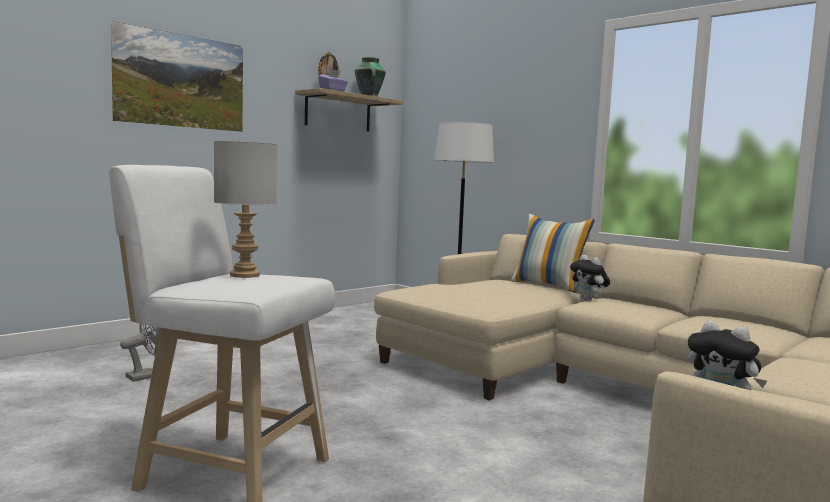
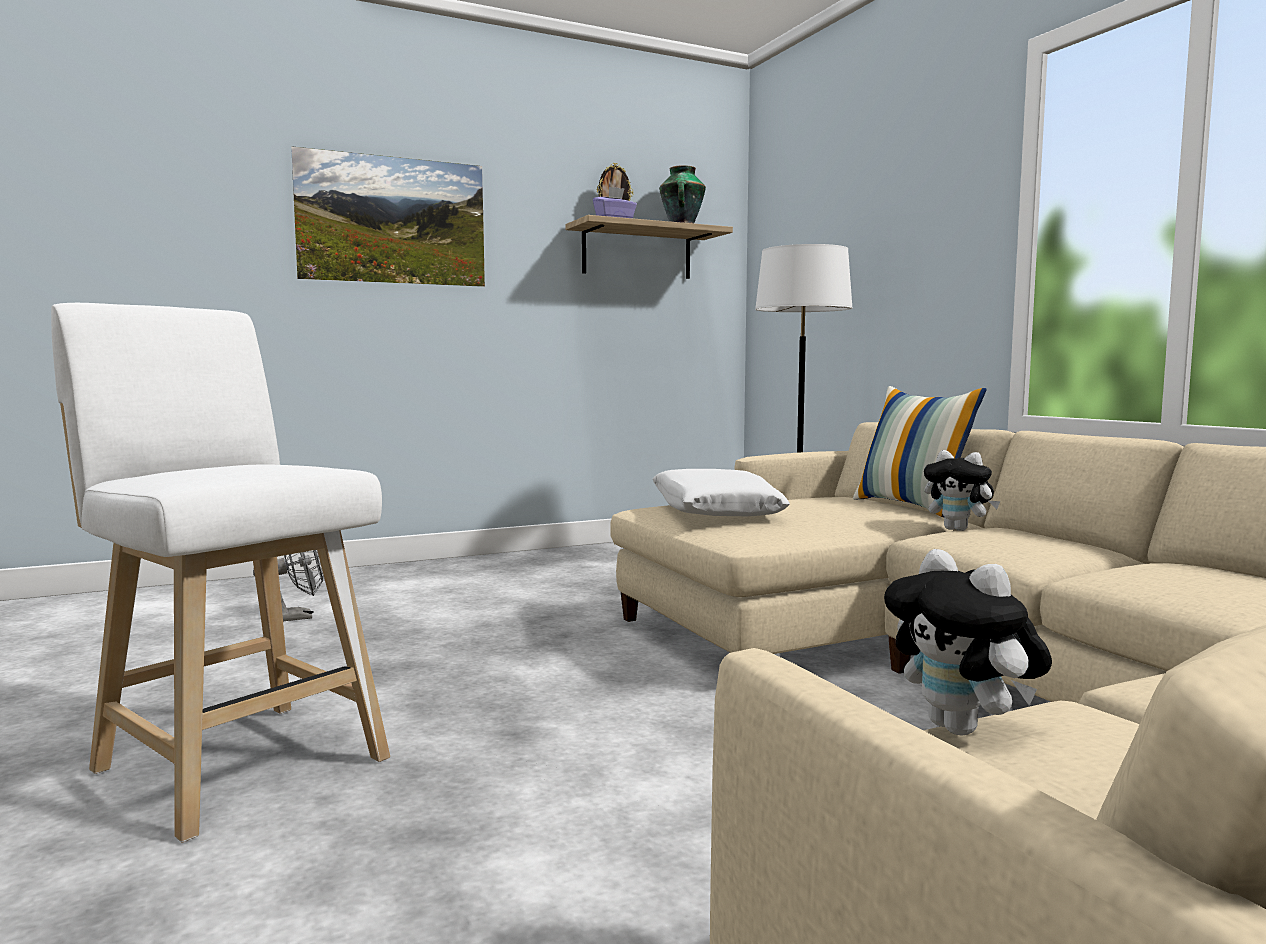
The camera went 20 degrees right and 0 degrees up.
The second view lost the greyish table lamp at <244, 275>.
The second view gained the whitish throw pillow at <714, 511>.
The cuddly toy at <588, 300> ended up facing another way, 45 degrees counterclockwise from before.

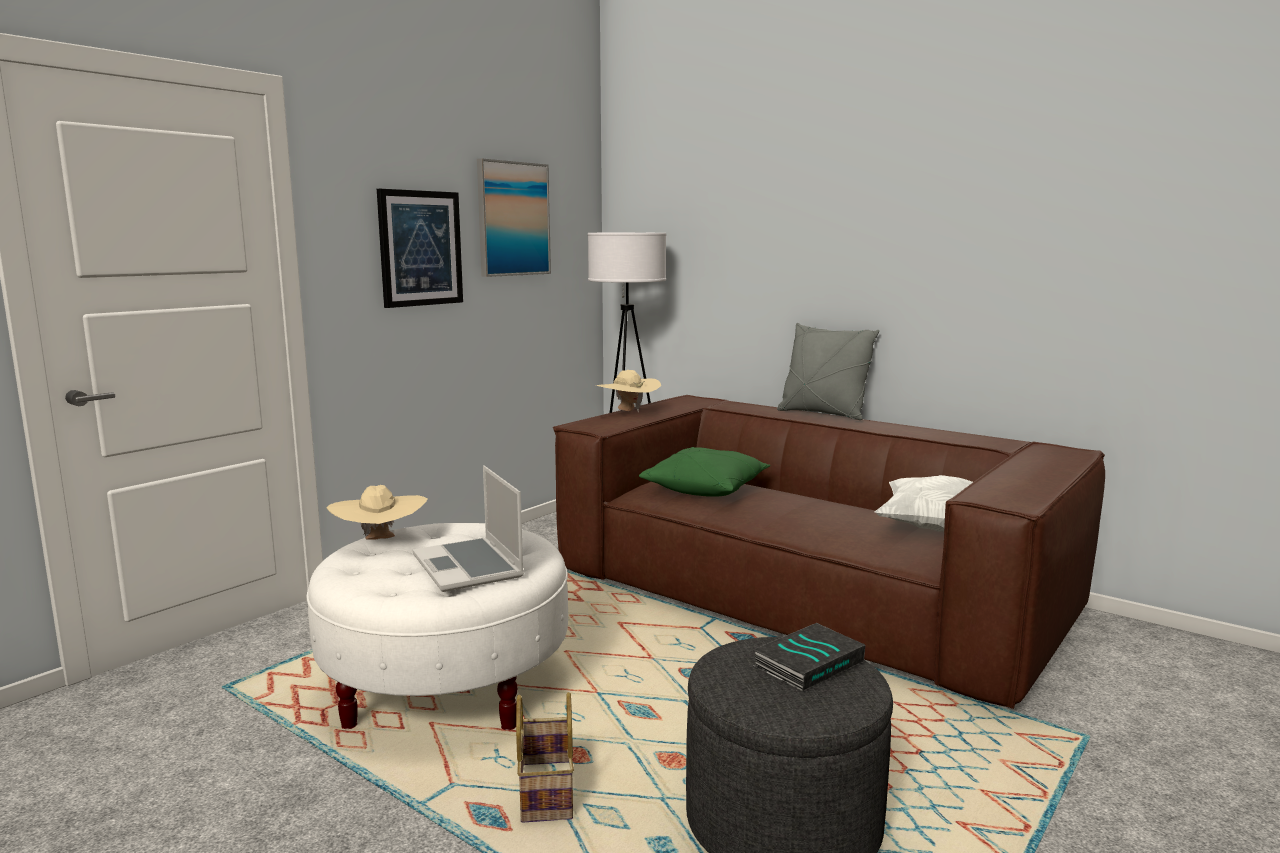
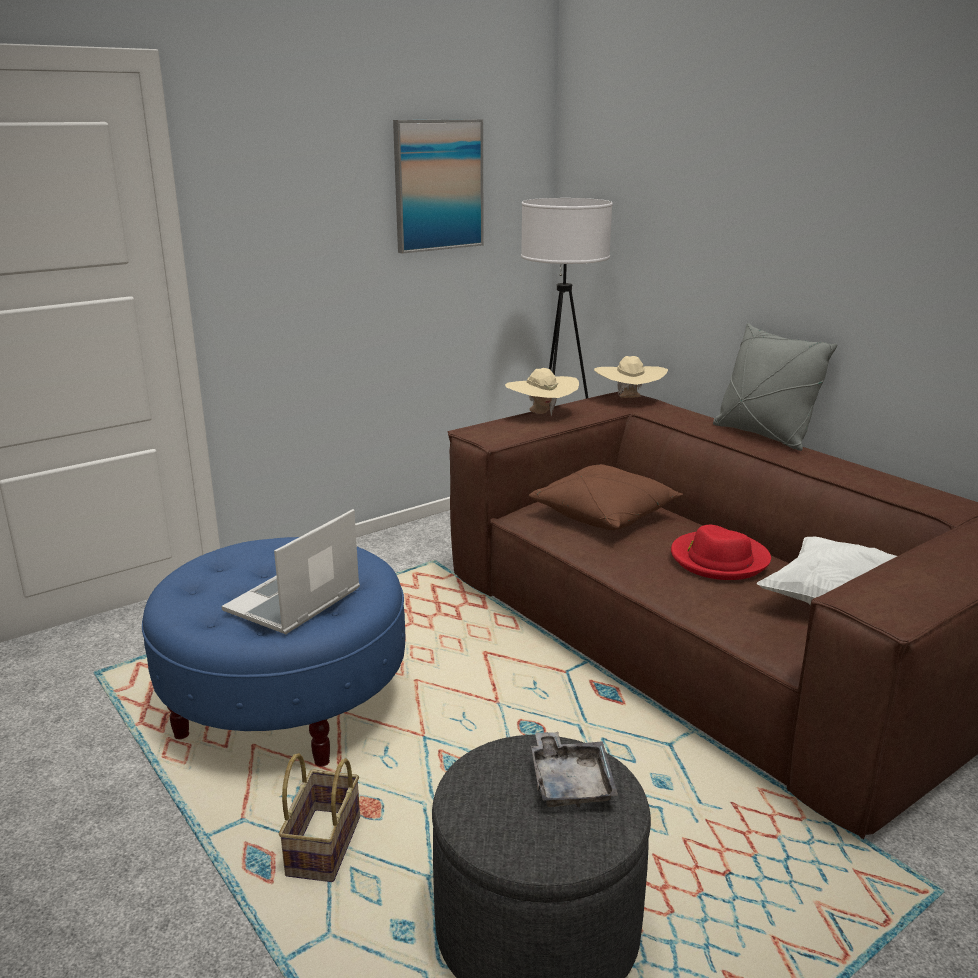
The camera went 15 degrees right and 10 degrees up.
The second view lost the picture at <420, 248>.
The second view gained the reddish clothing hat at <719, 559>.
The beige-coloured clothing hat ended up elsewhere, having gone from <380, 541> to <629, 399>.
Where the book stood at <808, 663>, the greyish carrying tray came to stand at <570, 782>.
What was the whitish footrest at <447, 686> turned into the blue-coloured footrest at <286, 704>.
What was the green throw pillow at <706, 489> turned into the brown-coloured throw pillow at <605, 514>.
The portable computer at <469, 567> ended up facing another way, 45 degrees clockwise from before.

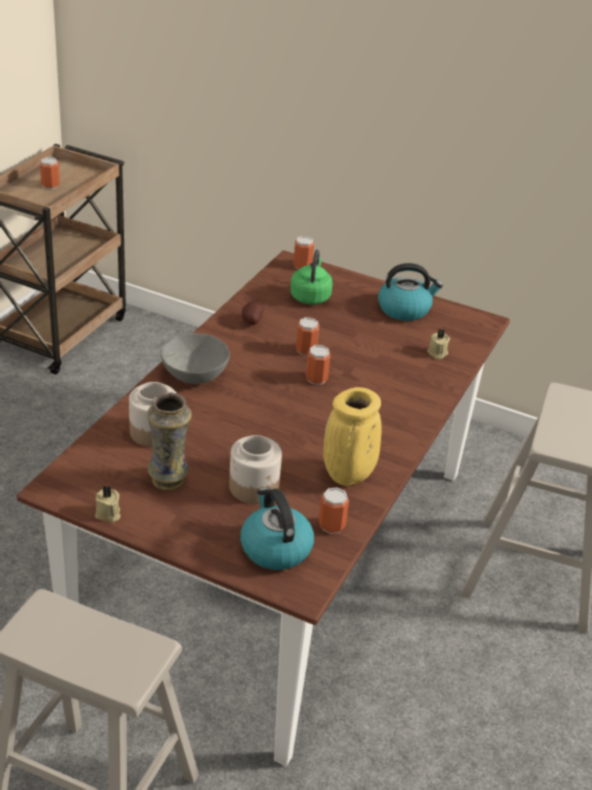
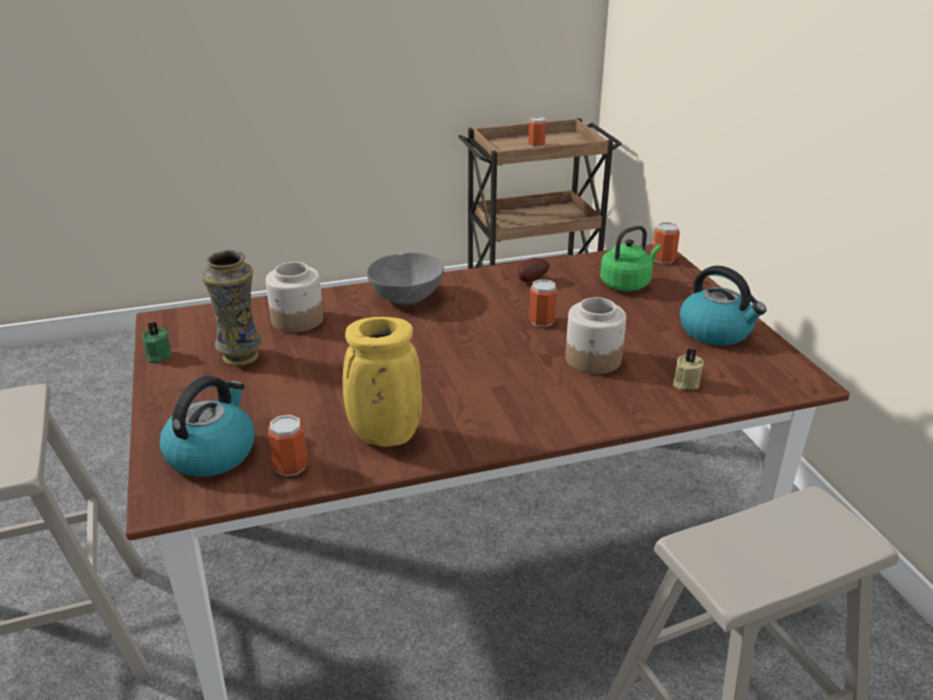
The camera went 50 degrees right and 5 degrees down.
The second view lost the sealed can at <316, 378>.
The jar ended up elsewhere, having gone from <254, 487> to <593, 360>.
What was the beige-coloured wax light at <108, 514> turned into the green wax light at <157, 356>.

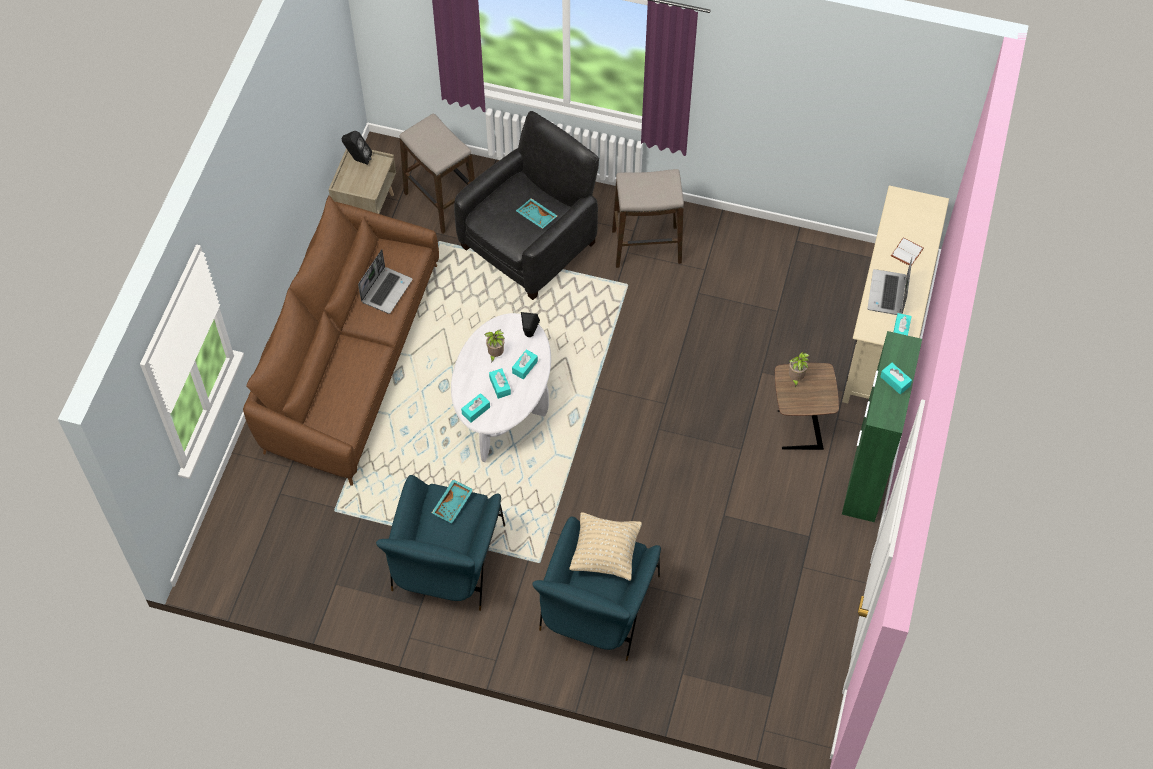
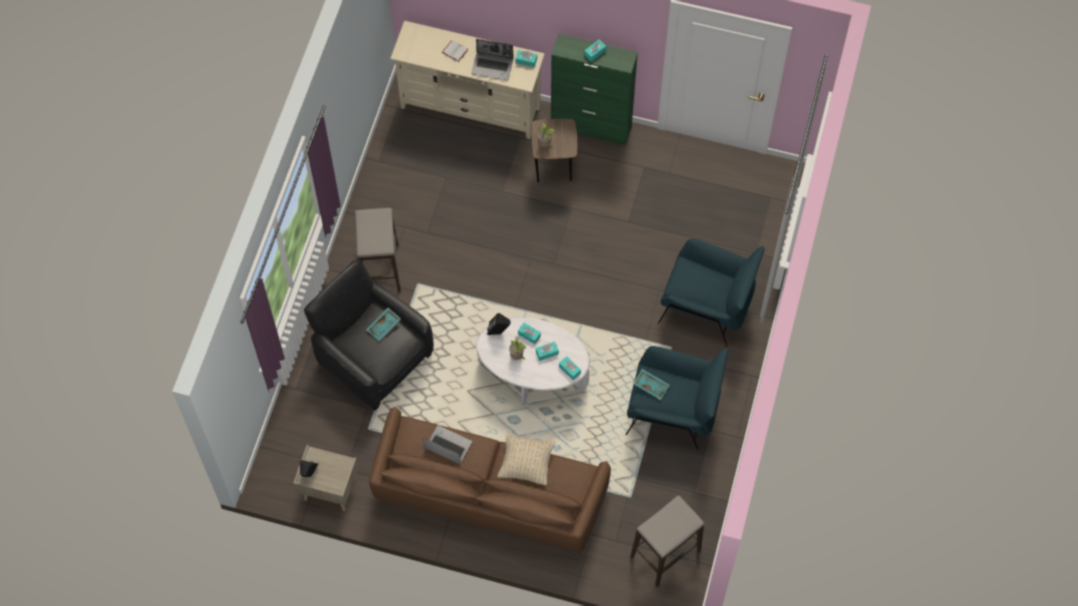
The camera went 90 degrees left and 5 degrees up.
The stool ended up elsewhere, having gone from <441, 202> to <665, 554>.
The beige-coloured throw pillow ended up elsewhere, having gone from <605, 553> to <526, 464>.

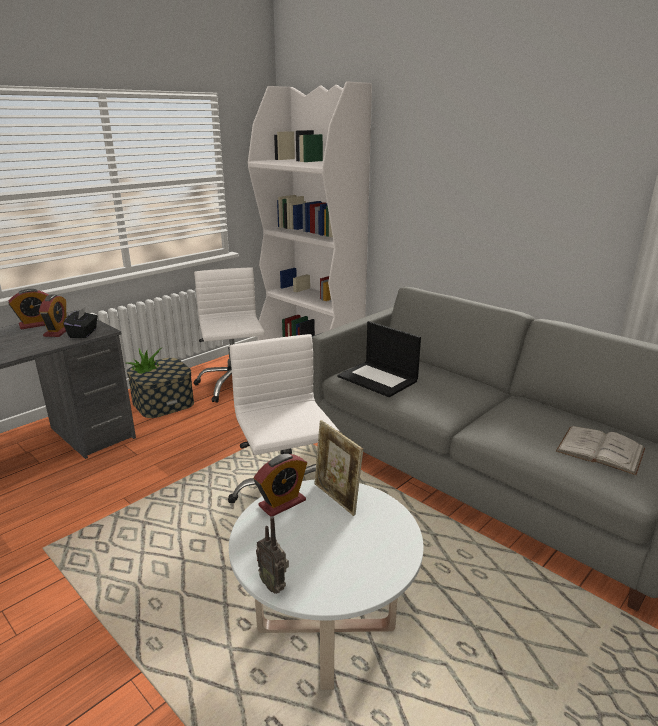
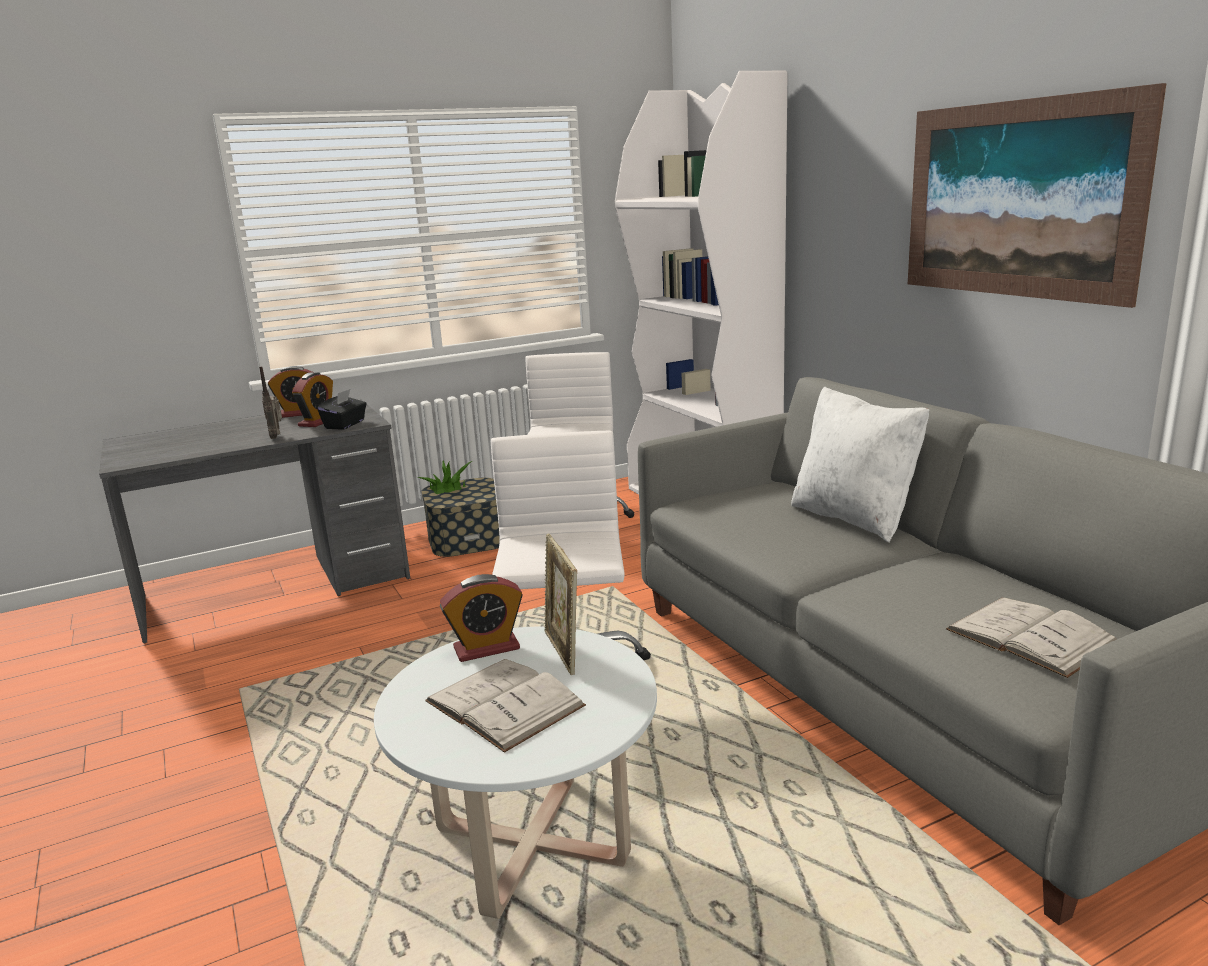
The camera went 20 degrees right and 5 degrees down.
The second view lost the portable computer at <378, 379>.
The second view gained the whitish book at <504, 703>.
The second view gained the whitish throw pillow at <854, 518>.
The second view gained the picture at <1017, 199>.
The radio set ended up elsewhere, having gone from <274, 585> to <277, 437>.

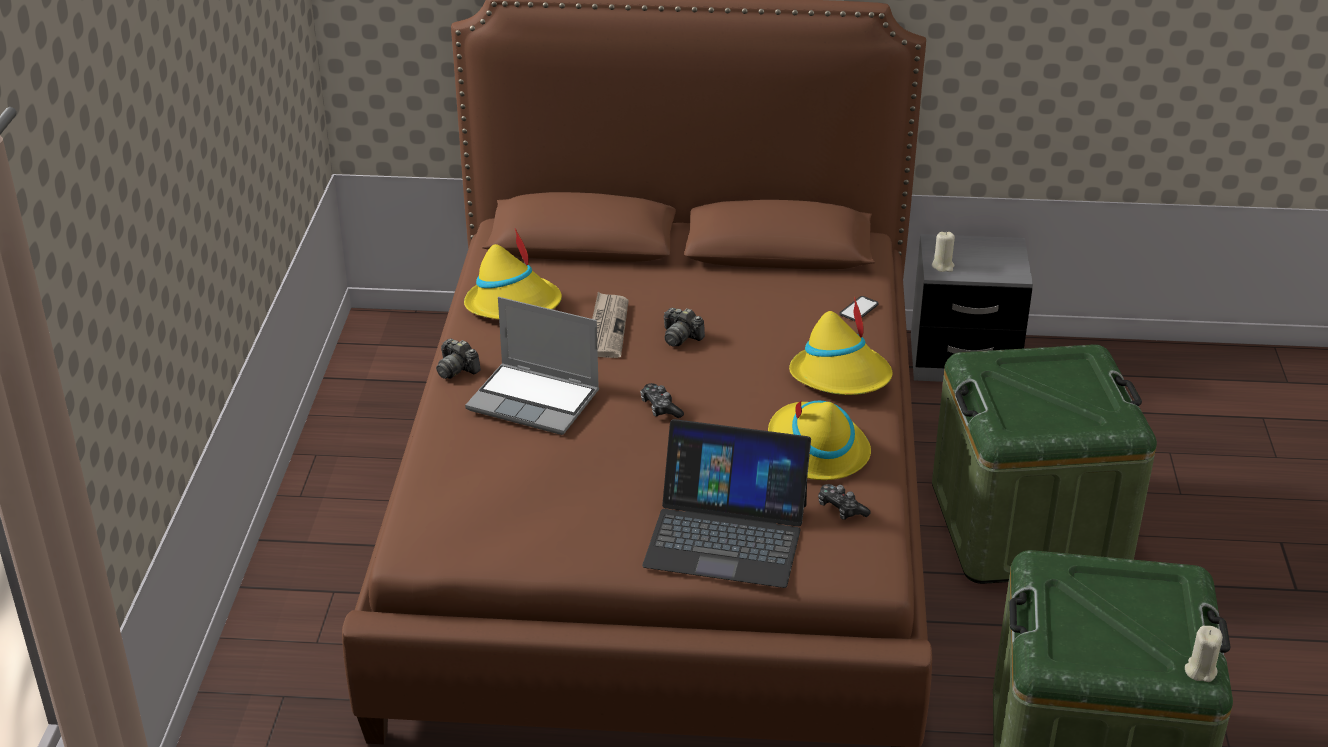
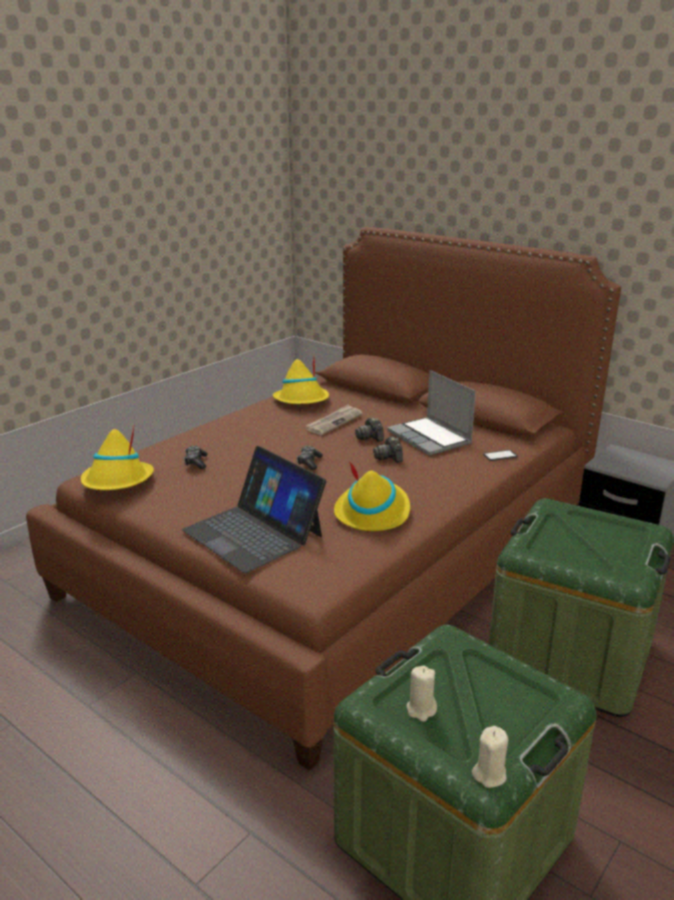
The camera went 35 degrees right and 10 degrees down.
The still camera ended up elsewhere, having gone from <456, 369> to <389, 457>.
The portable computer ended up elsewhere, having gone from <535, 400> to <430, 438>.
The yellow clothing hat ended up elsewhere, having gone from <841, 376> to <117, 481>.
The joypad ended up elsewhere, having gone from <841, 509> to <196, 462>.
The beige-coloured wax light ended up elsewhere, having gone from <943, 266> to <421, 709>.

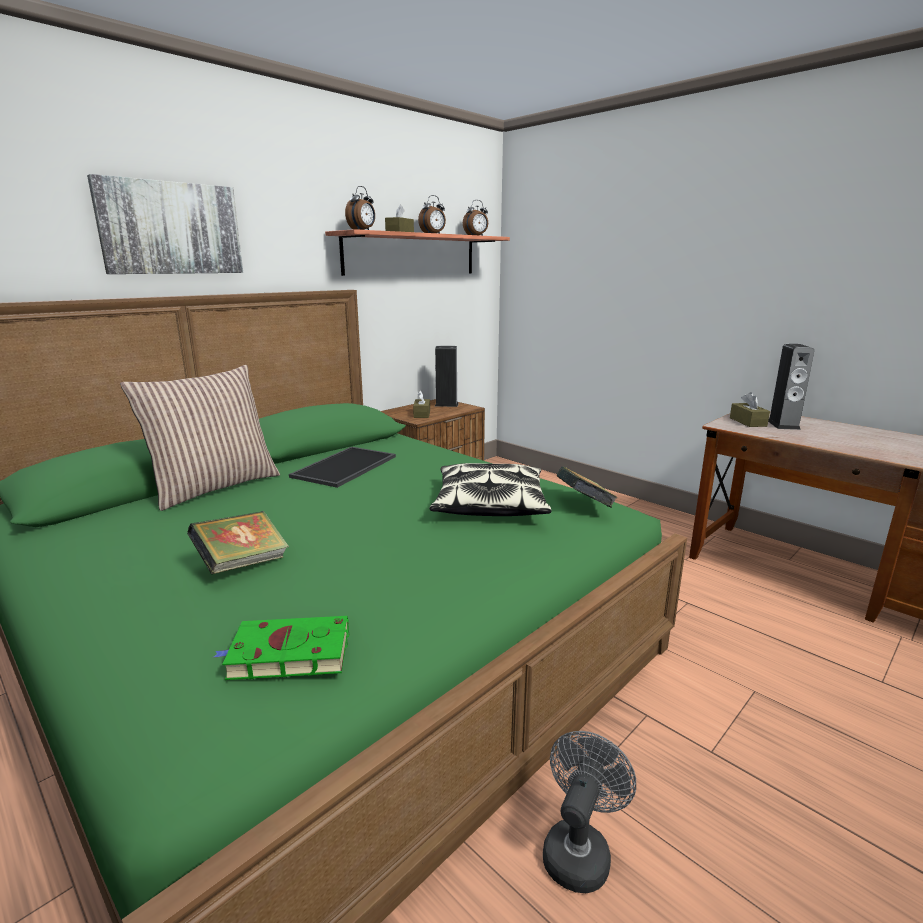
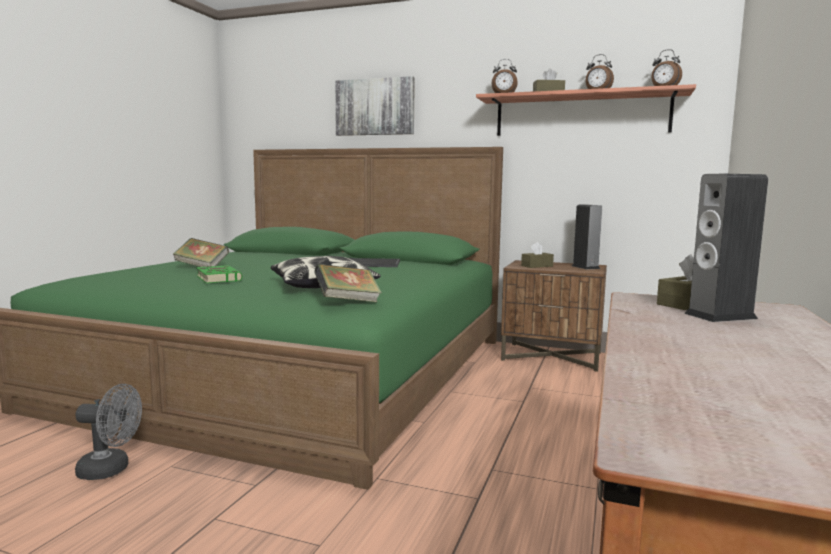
The camera went 65 degrees right and 10 degrees down.
The second view lost the throw pillow at <214, 486>.
The green book ended up elsewhere, having gone from <286, 654> to <217, 278>.

